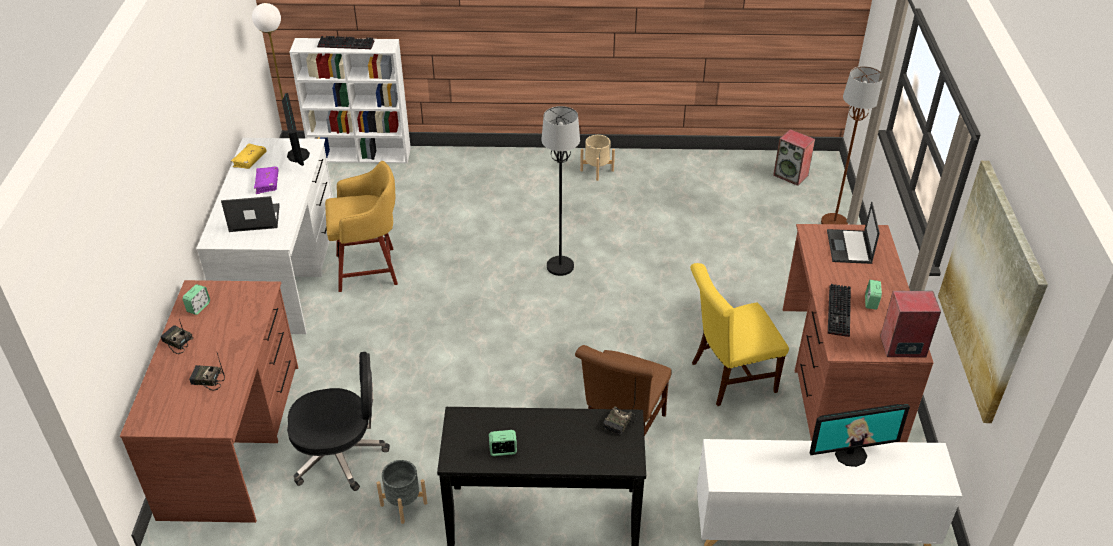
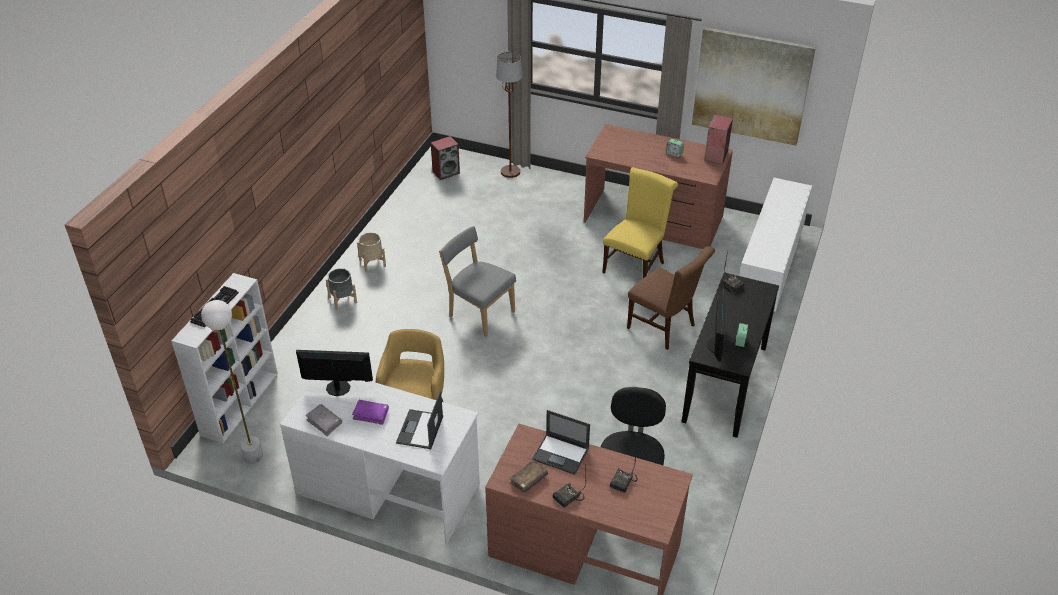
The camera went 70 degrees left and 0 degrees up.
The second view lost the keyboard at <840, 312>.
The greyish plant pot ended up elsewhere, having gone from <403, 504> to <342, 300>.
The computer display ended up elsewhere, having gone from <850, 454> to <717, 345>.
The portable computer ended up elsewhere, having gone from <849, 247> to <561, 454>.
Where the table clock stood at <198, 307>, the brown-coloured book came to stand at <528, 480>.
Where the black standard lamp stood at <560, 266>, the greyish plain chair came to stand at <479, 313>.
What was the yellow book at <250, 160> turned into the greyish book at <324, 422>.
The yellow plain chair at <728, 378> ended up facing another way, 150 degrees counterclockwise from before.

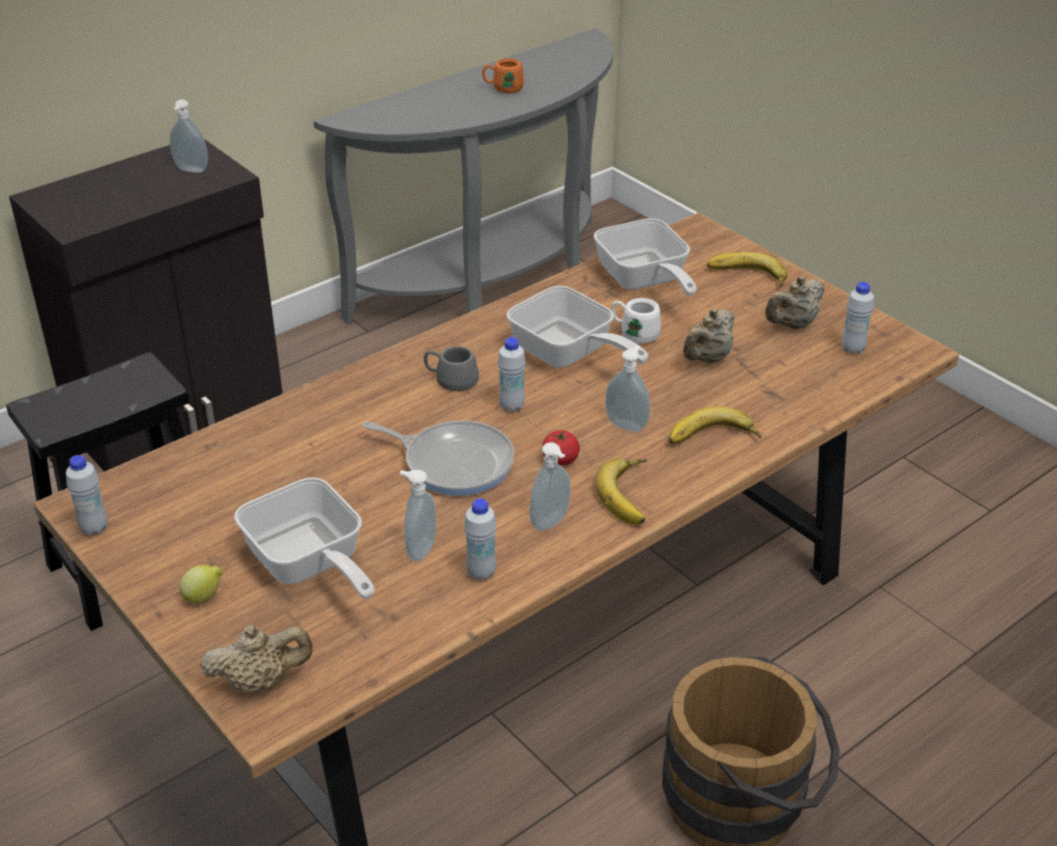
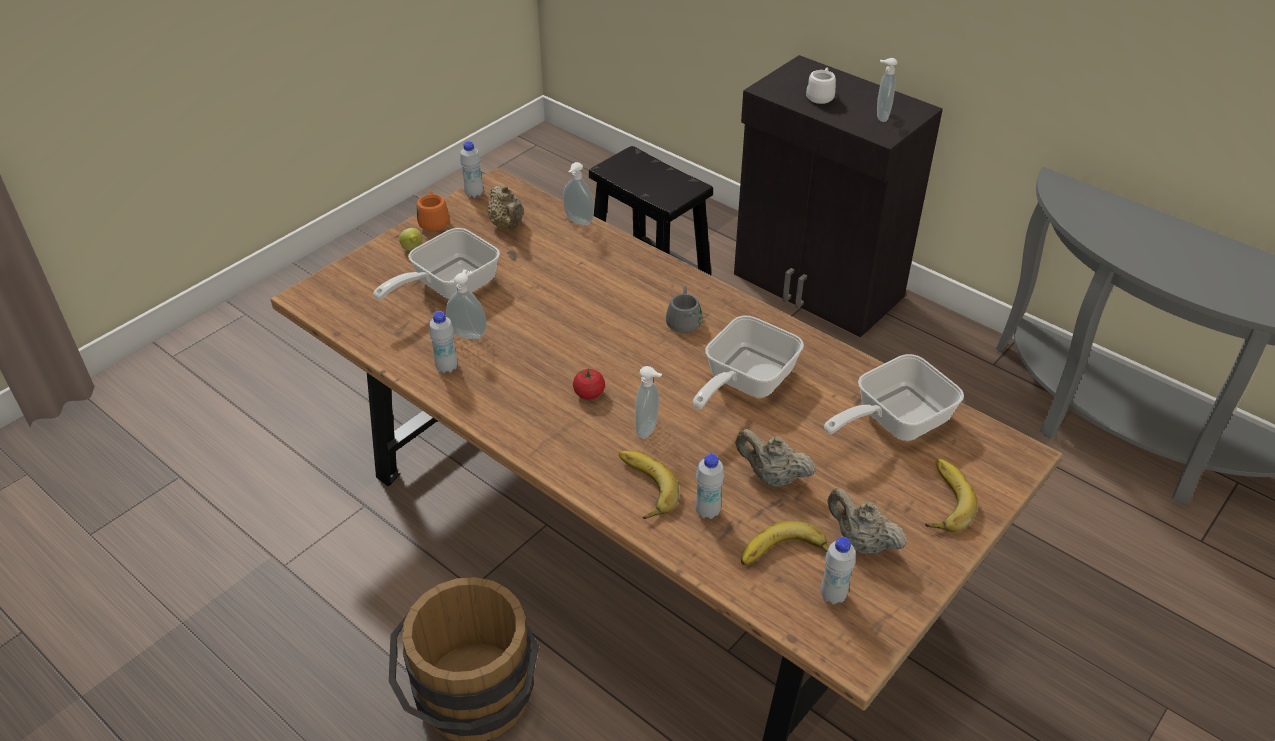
The camera went 80 degrees right and 5 degrees up.
The second view lost the pan at <453, 462>.
The beige-coloured pot for tea ended up elsewhere, having gone from <261, 681> to <507, 225>.
The orangey coffee mug ended up elsewhere, having gone from <503, 88> to <433, 221>.
The whitish bottle ended up elsewhere, having gone from <511, 406> to <707, 512>.
The soap bottle ended up elsewhere, having gone from <551, 523> to <578, 222>.
The banana ended up elsewhere, having gone from <631, 496> to <785, 556>.
The whitish coffee mug ended up elsewhere, having gone from <634, 333> to <821, 96>.

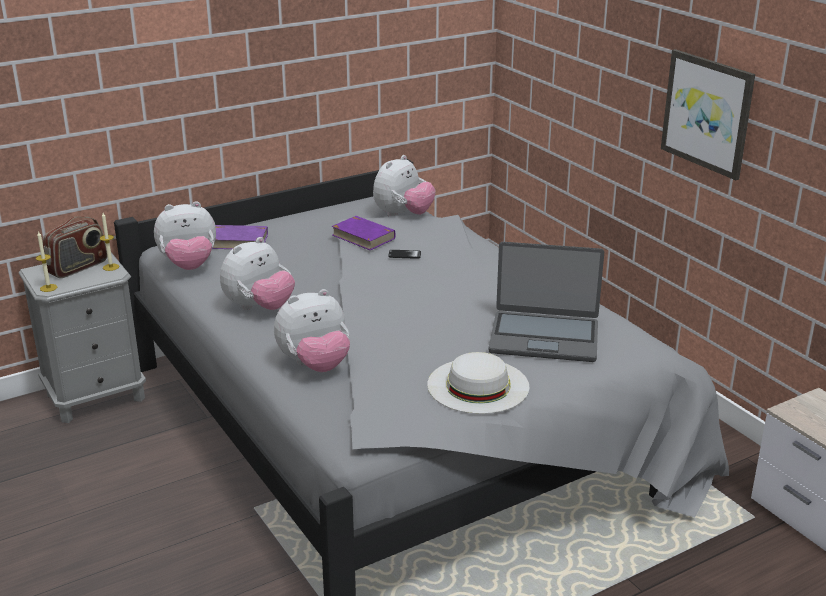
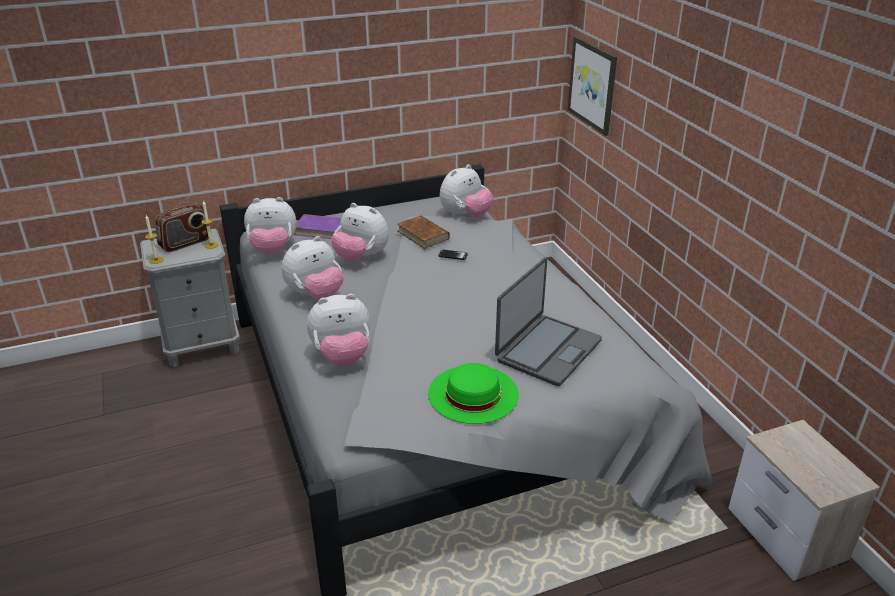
The camera went 10 degrees right and 5 degrees up.
The second view gained the cuddly toy at <361, 258>.
The picture ended up elsewhere, having gone from <707, 113> to <593, 85>.
What was the purple book at <363, 236> turned into the brown-coloured book at <423, 235>.
What was the whitish clothing hat at <478, 385> turned into the green clothing hat at <473, 393>.
The portable computer at <544, 337> ended up facing another way, 75 degrees counterclockwise from before.

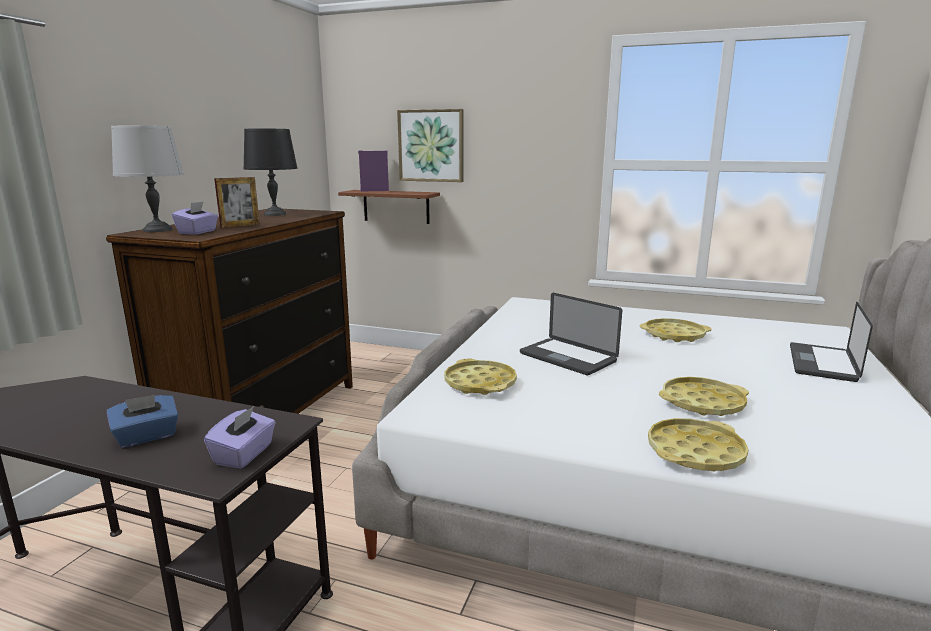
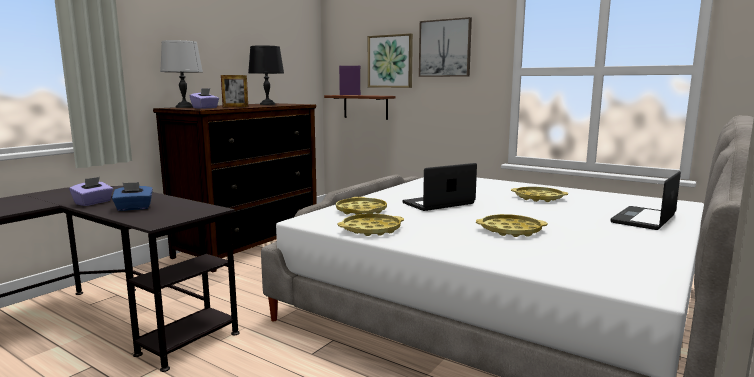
The camera went 15 degrees right and 5 degrees down.
The second view gained the picture at <445, 48>.
The purple tissue box ended up elsewhere, having gone from <244, 454> to <93, 203>.
The yellow carrying tray ended up elsewhere, having gone from <695, 452> to <371, 229>.
The portable computer at <567, 357> ended up facing another way, 90 degrees clockwise from before.

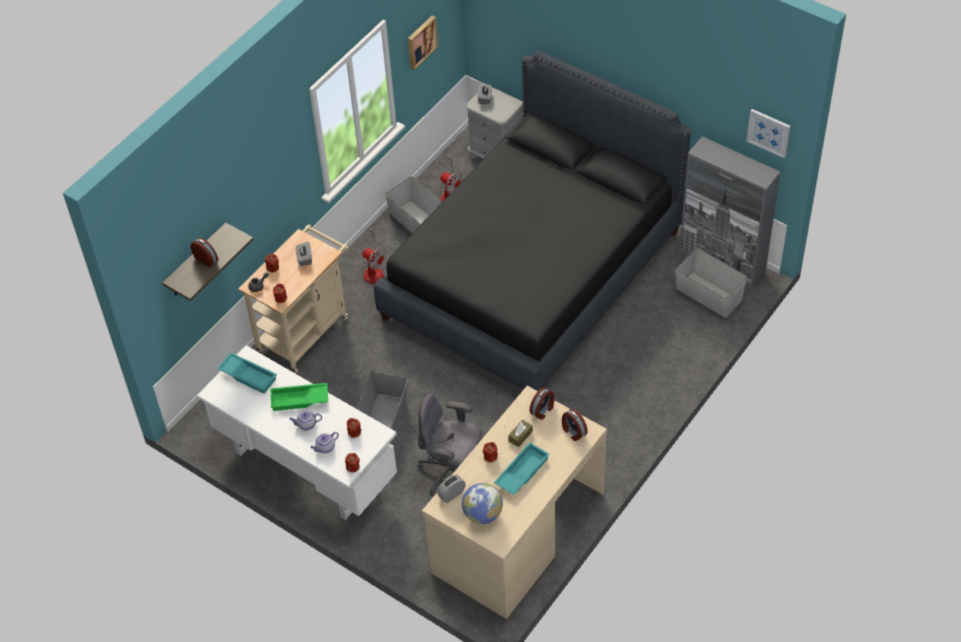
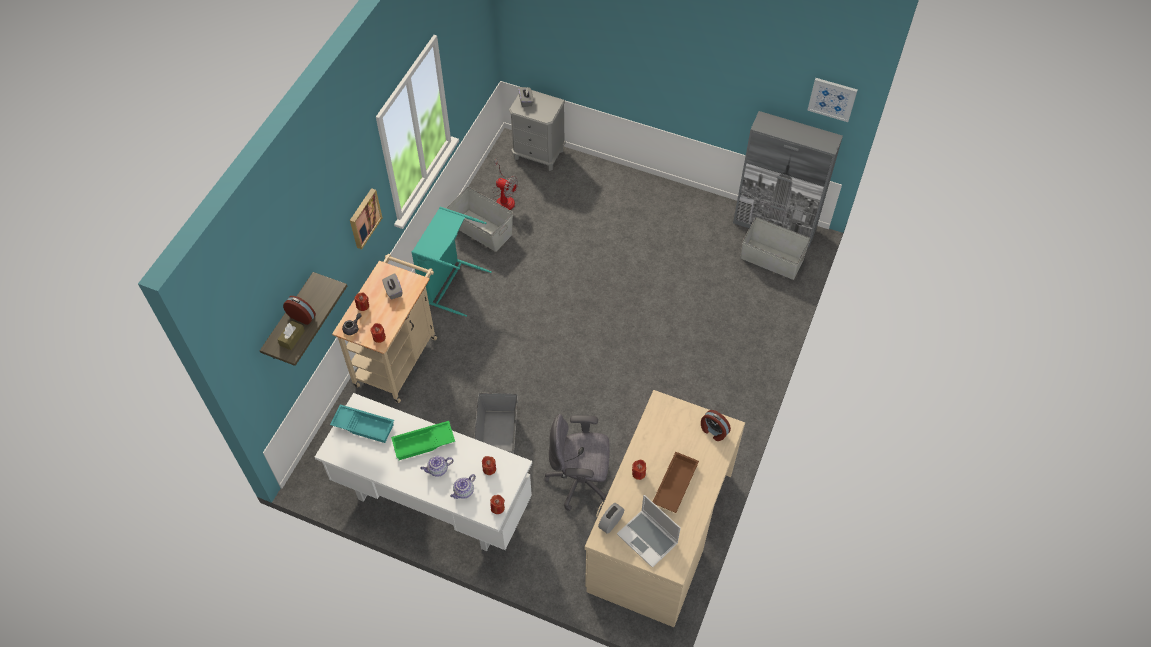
The camera went 15 degrees left and 5 degrees up.
The second view lost the black bedroom bed at <533, 274>.
The second view lost the table clock at <542, 410>.
The picture ended up elsewhere, having gone from <421, 41> to <364, 218>.
The brown-coloured tissue box ended up elsewhere, having gone from <520, 436> to <292, 338>.
Where the cooling fan stood at <373, 270>, the blue-green washing basket came to stand at <449, 284>.
Where the desk globe stood at <482, 514>, the portable computer came to stand at <648, 539>.
What was the blue-green carrying tray at <521, 471> turned into the brown-coloured carrying tray at <674, 484>.

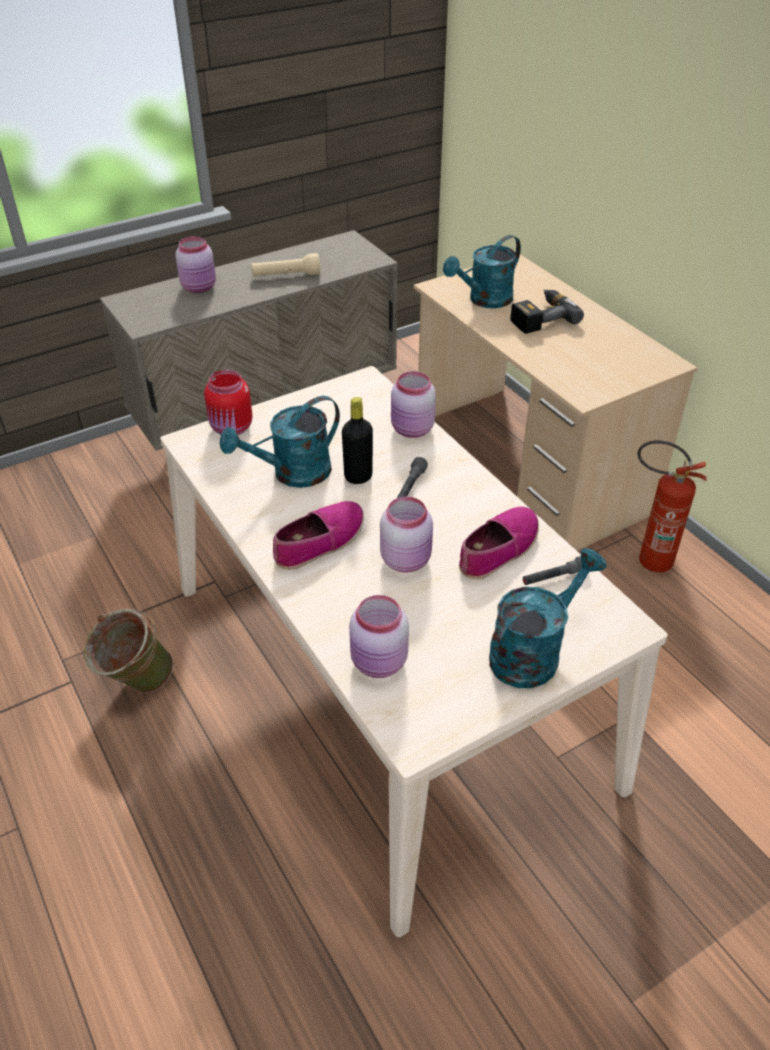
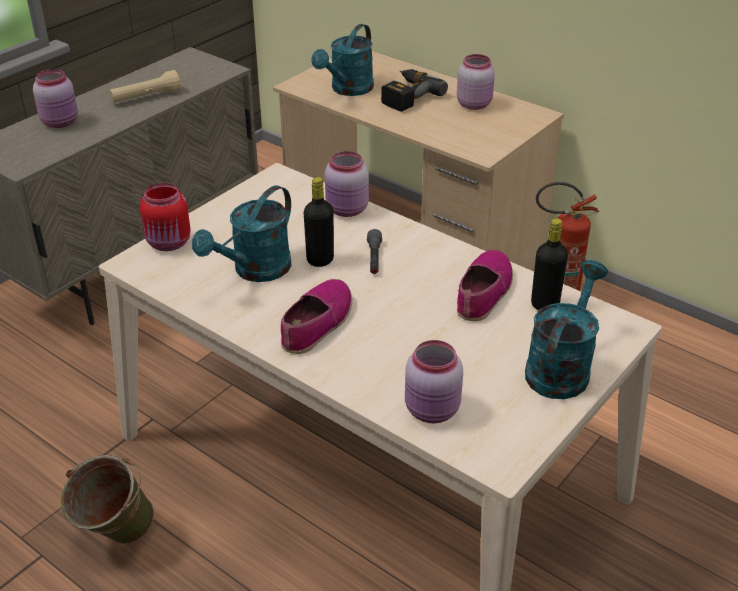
The camera went 20 degrees left and 5 degrees down.
The pink jar ended up elsewhere, having gone from <407, 559> to <474, 104>.
Where the greyish flashlight stood at <555, 578>, the black bottle came to stand at <545, 304>.

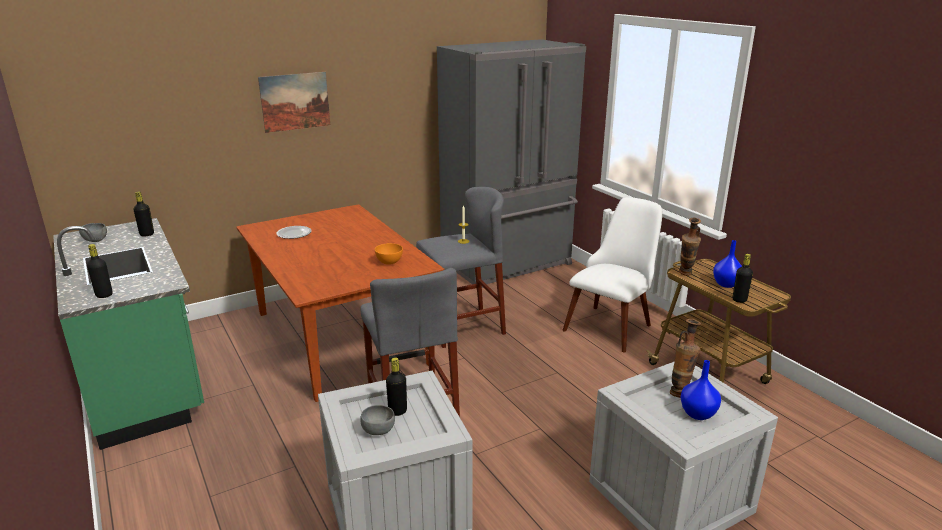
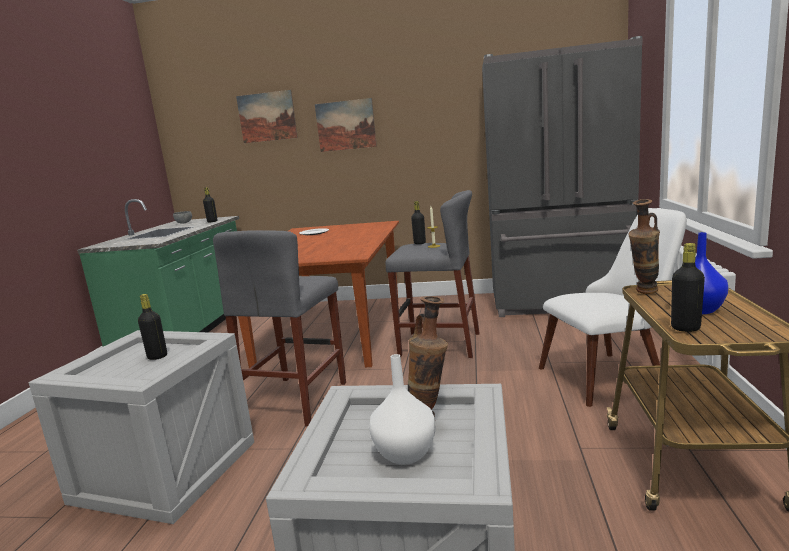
The camera went 40 degrees right and 10 degrees down.
The second view lost the greyish bowl at <378, 430>.
The second view lost the orangey bowl at <389, 262>.
The second view gained the picture at <267, 117>.
The black bottle ended up elsewhere, having gone from <104, 295> to <419, 243>.
What was the blue-coloured flower vase at <697, 413> turned into the whitish flower vase at <406, 453>.

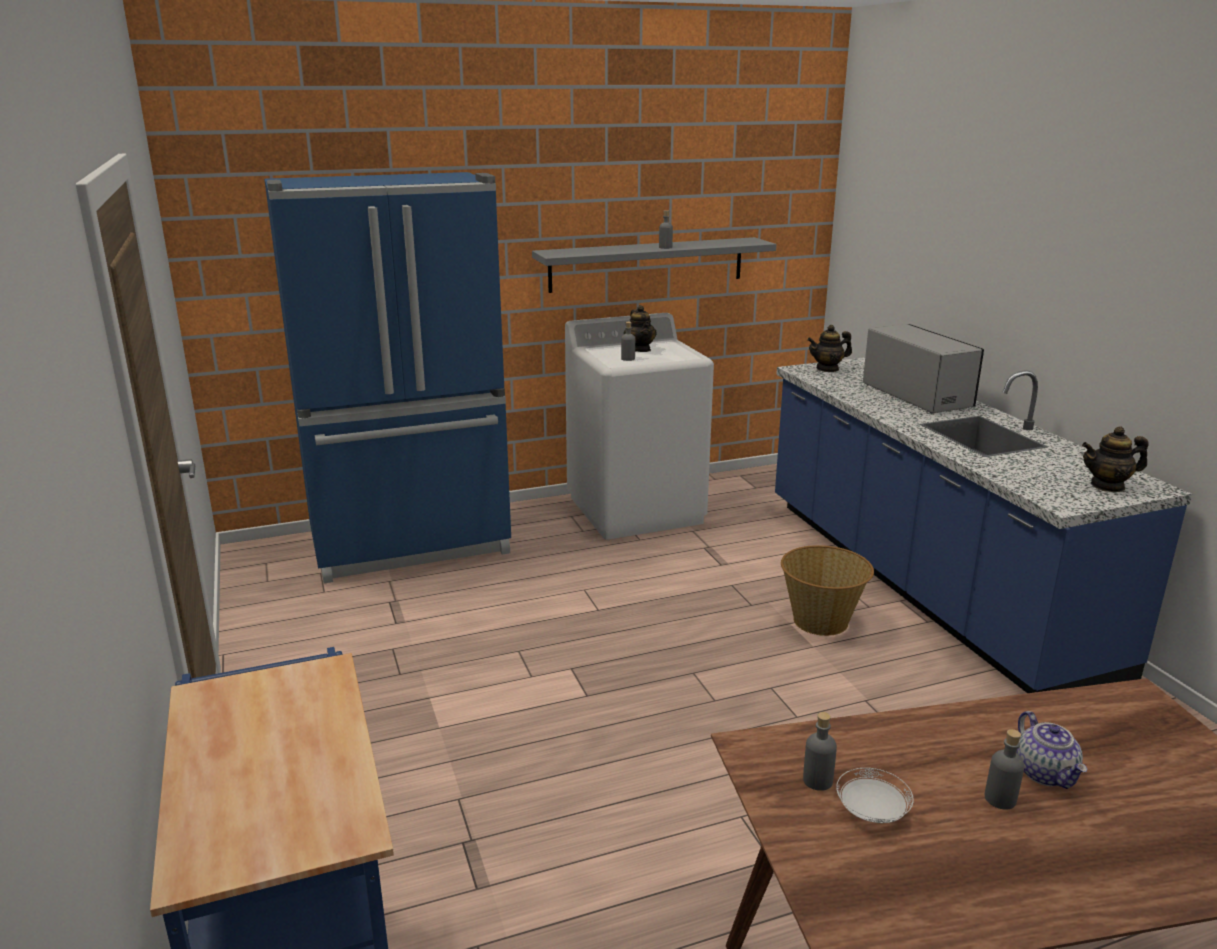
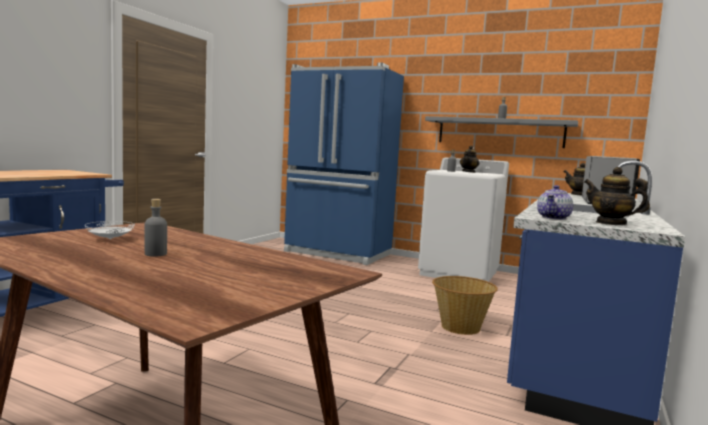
The camera went 45 degrees right and 15 degrees down.
The second view lost the greyish bottle at <817, 780>.
The pot for tea ended up elsewhere, having gone from <1046, 773> to <554, 218>.

